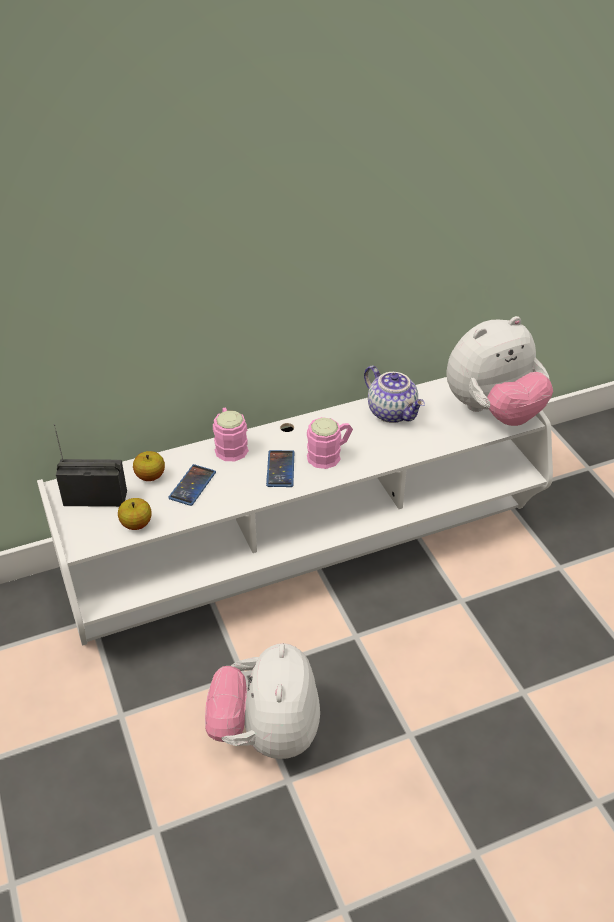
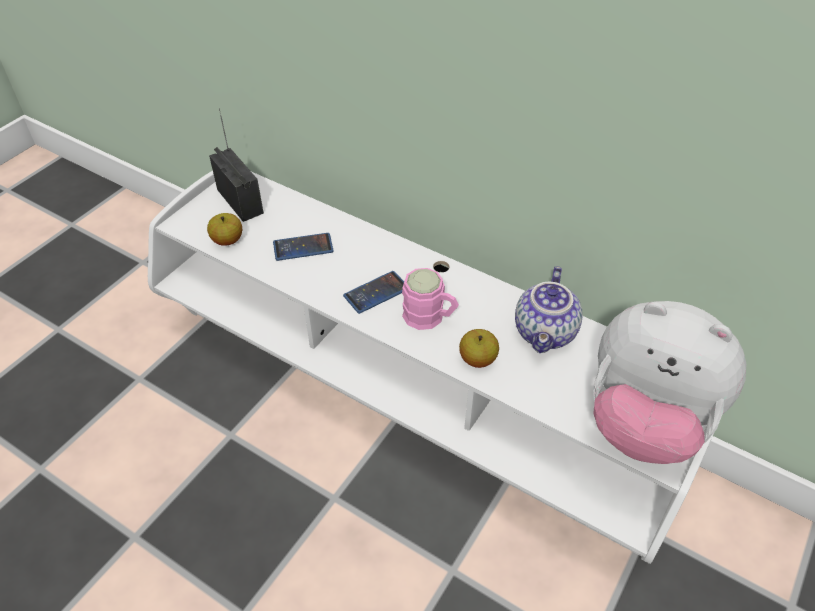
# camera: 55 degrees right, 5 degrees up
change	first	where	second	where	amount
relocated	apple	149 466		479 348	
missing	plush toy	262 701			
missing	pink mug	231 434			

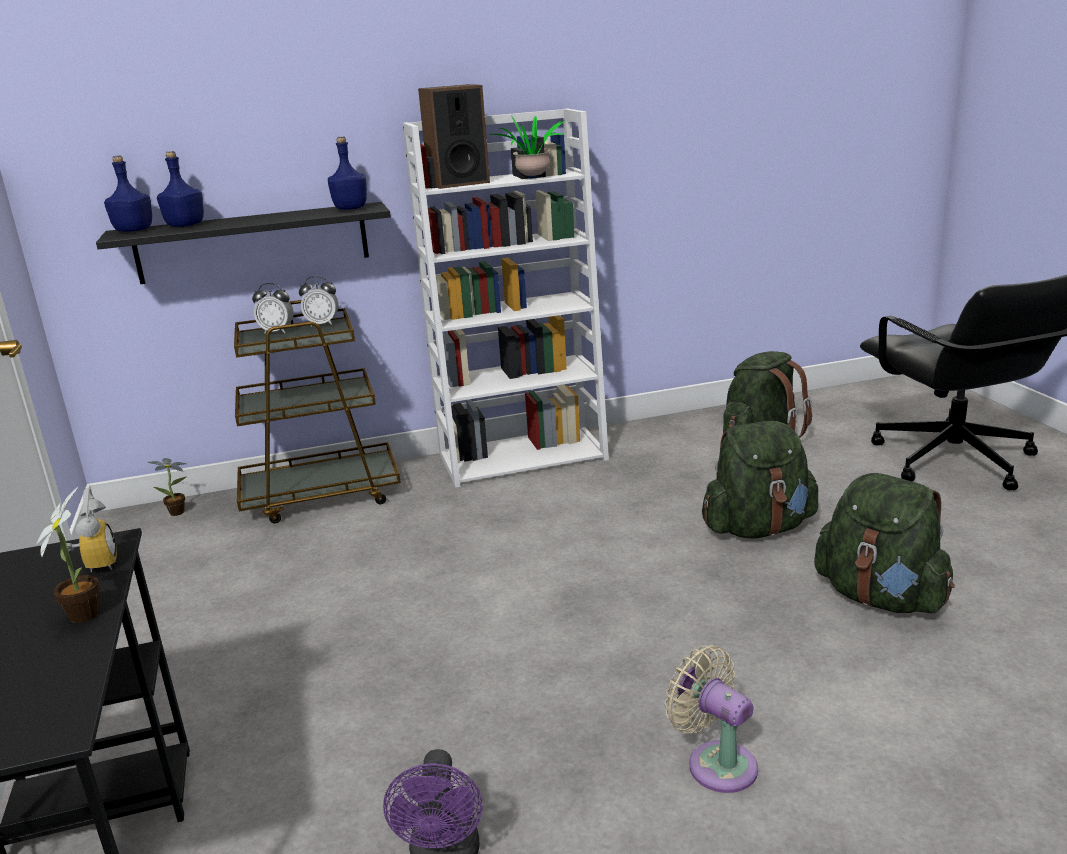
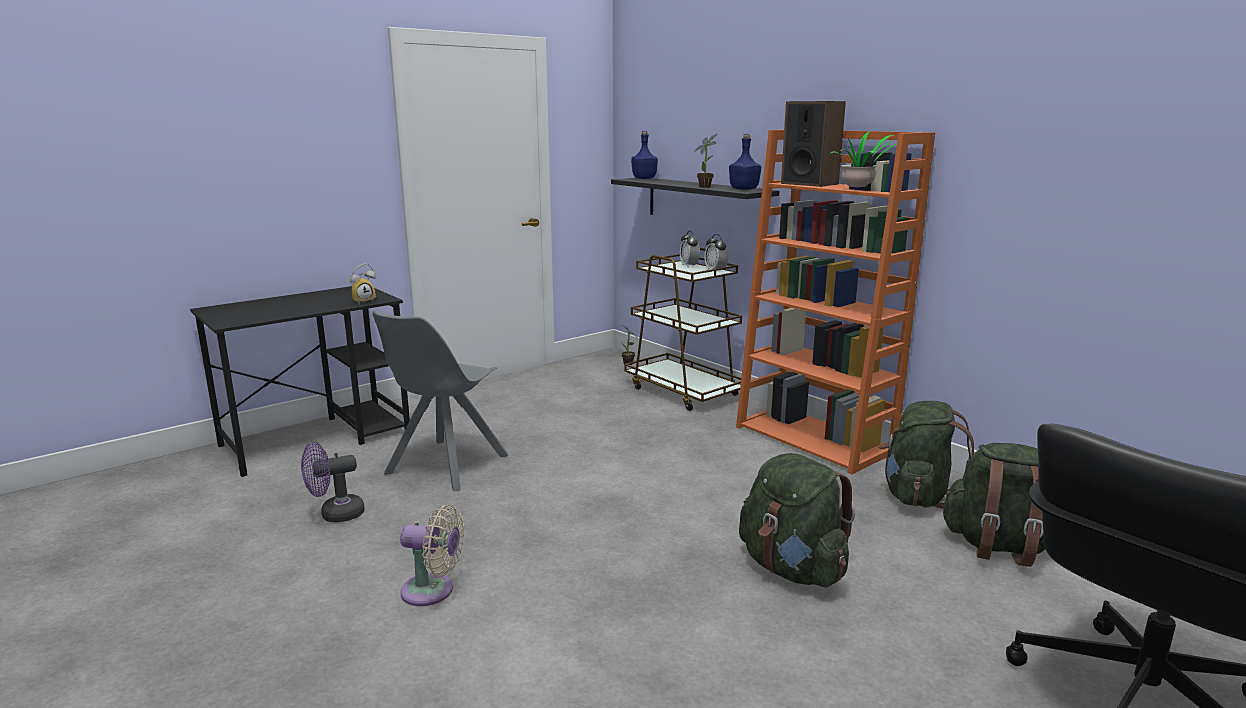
# camera: 65 degrees right, 5 degrees down
change	first	where	second	where	amount
appeared			grey chair	440 401	
spun	beige fan	711 719		432 555	75 degrees clockwise
relocated	potted plant	67 555		705 160	
colour	white bookcase	506 298	orange bookcase	835 302	
relocated	green backpack	884 543		926 454	
missing	blue bottle	180 189			

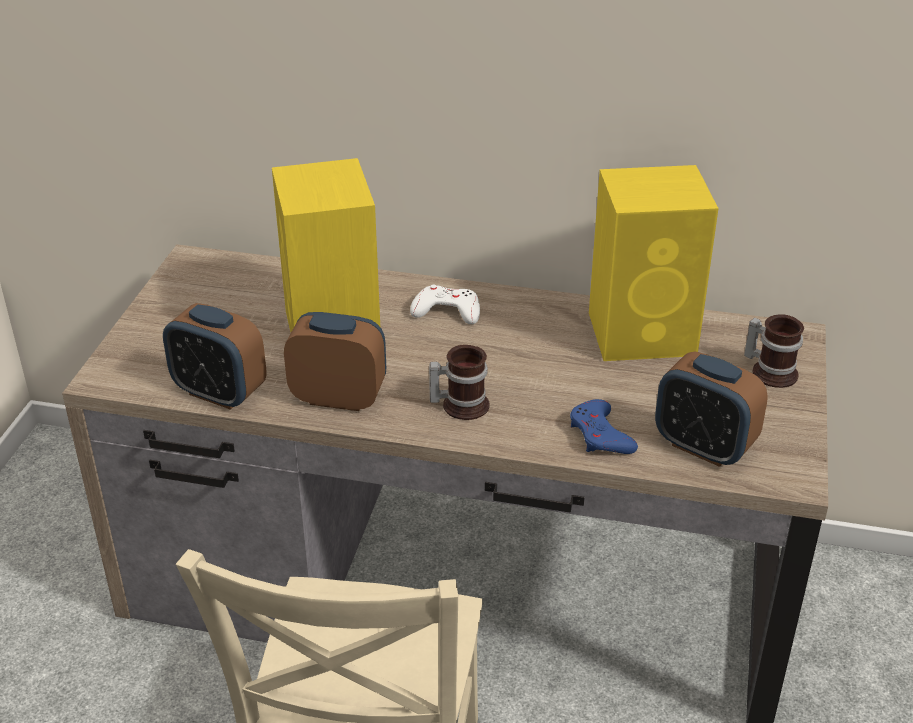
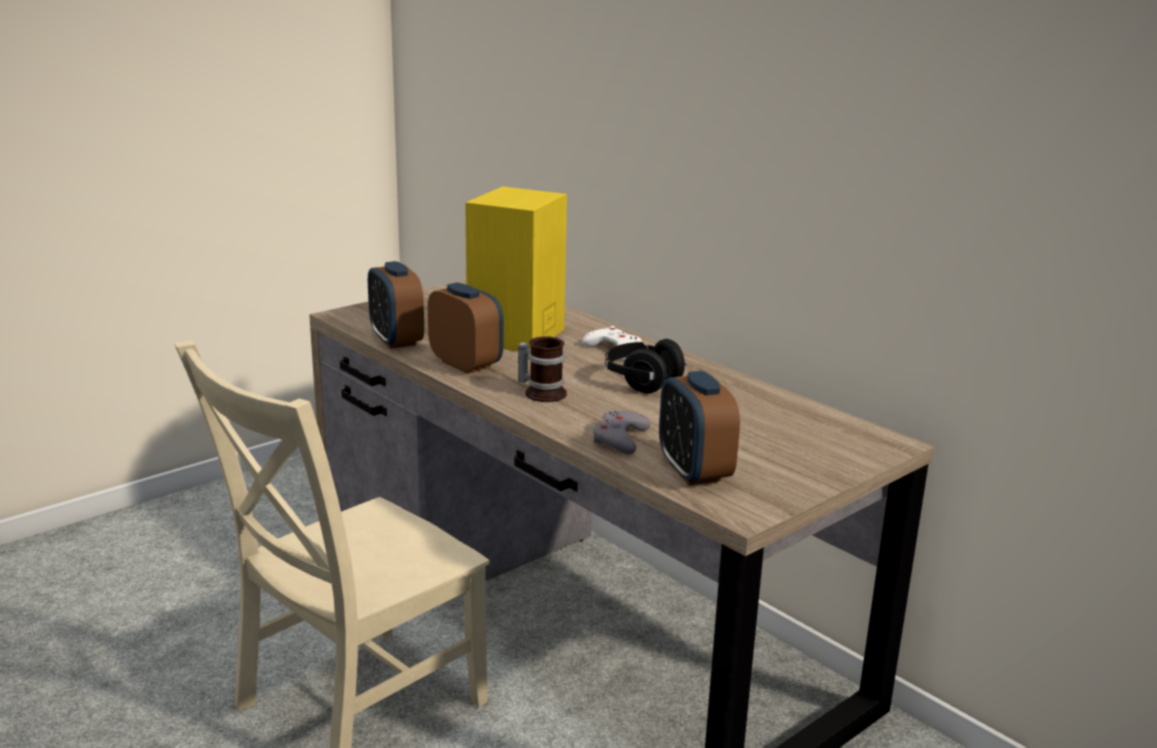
# camera: 35 degrees right, 15 degrees down
change	first	where	second	where	amount
colour	blue game controller	604 426	grey game controller	622 433	
appeared			black headphones	646 366	
missing	yellow speaker	654 263			
missing	mug	774 351			

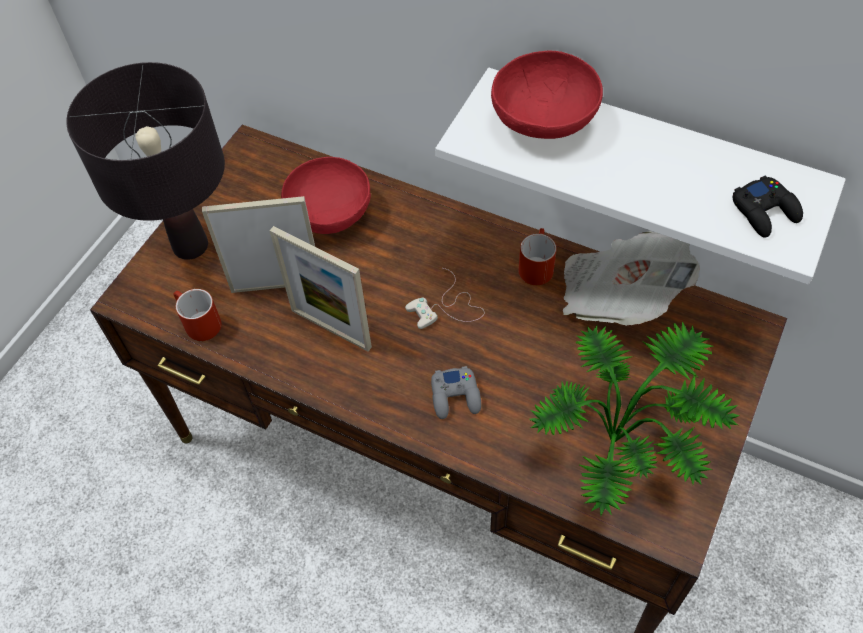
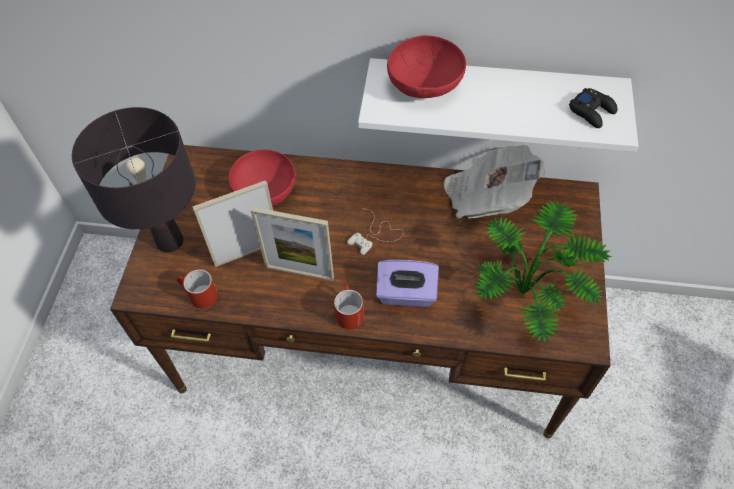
# camera: 20 degrees left, 0 degrees up
change	first	where	second	where	amount
relocated	red mug	537 256		349 306	
exchanged	grey game controller	456 392	purple tissue box	407 283	

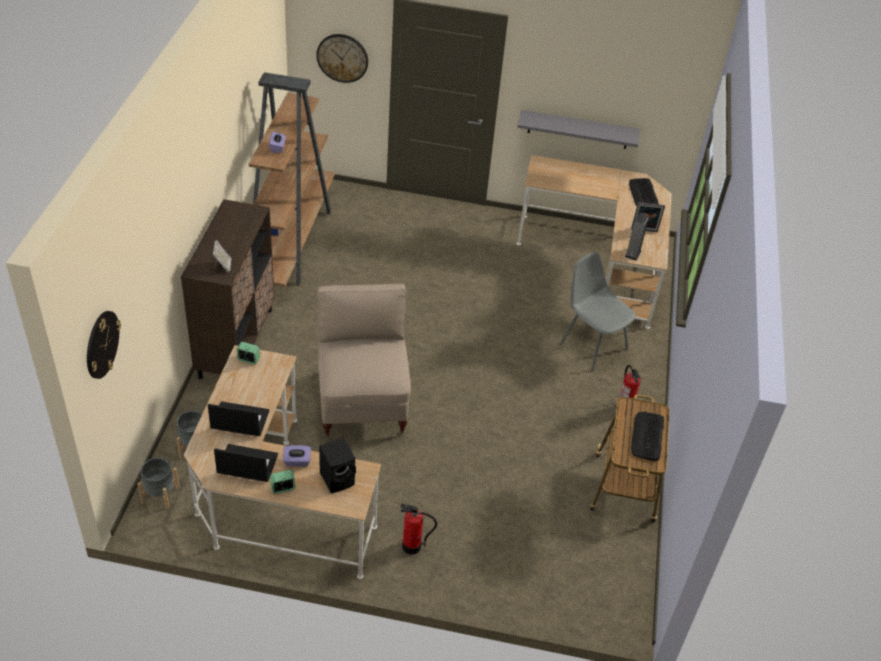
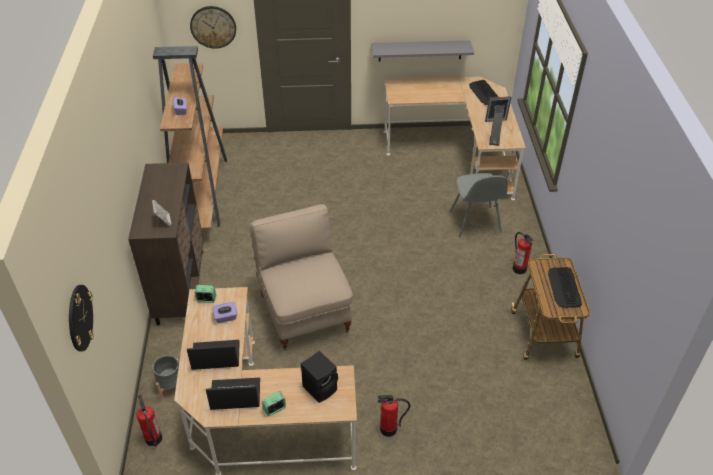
# camera: 10 degrees left, 0 degrees up
change	first	where	second	where	amount
exchanged	grey planter	159 484	fire extinguisher	149 421	
relocated	purple tissue box	297 456		224 312	
spun	grey chair	598 311		479 205	135 degrees counterclockwise

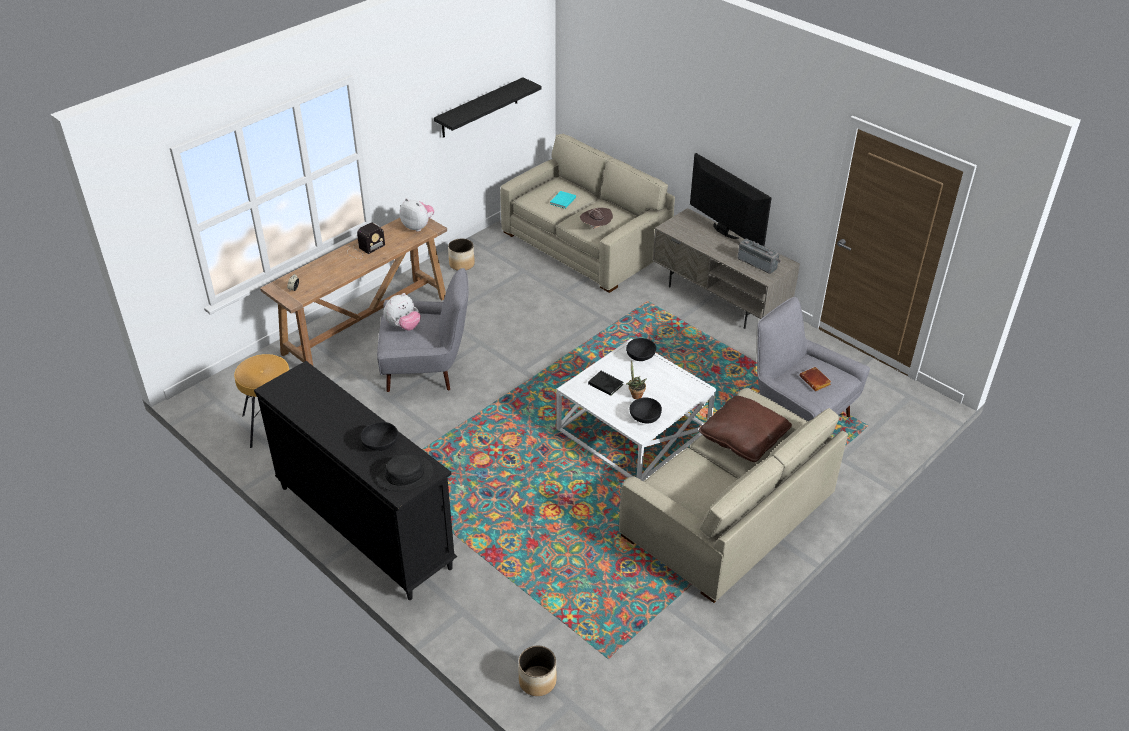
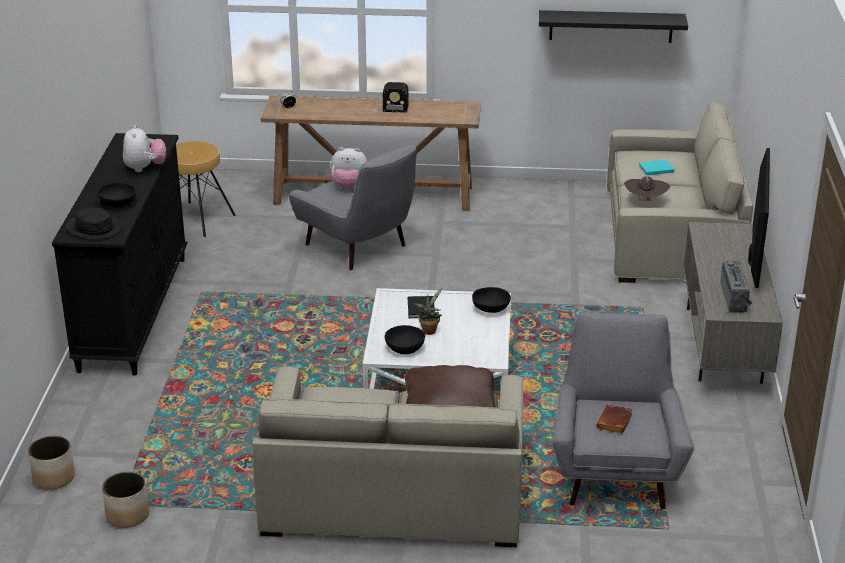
# camera: 50 degrees right, 10 degrees down
change	first	where	second	where	amount
relocated	planter	461 255		125 500	
relocated	plush toy	417 215		144 148	

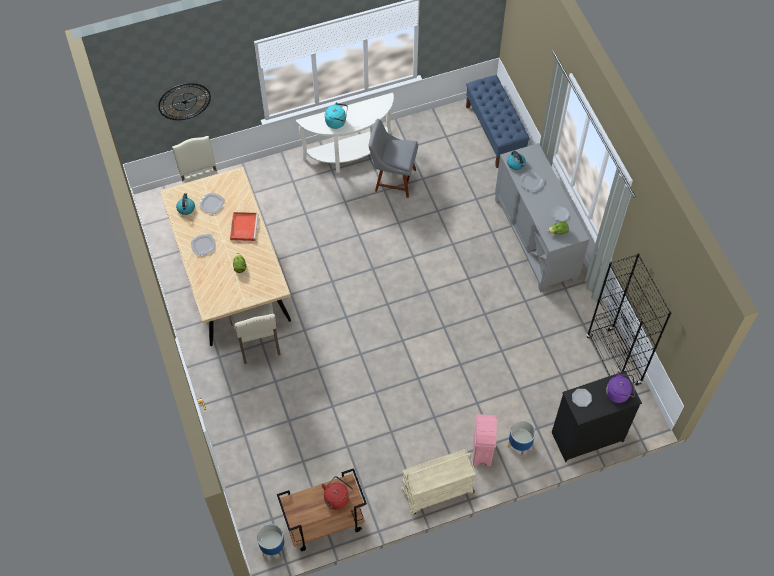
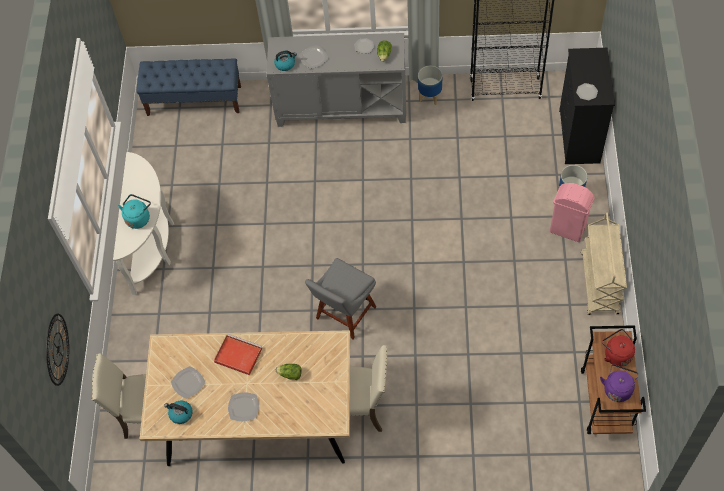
# camera: 65 degrees left, 0 degrees up
change	first	where	second	where	amount
relocated	grey chair	393 158		341 298	
relocated	planter	271 540		430 85	
relocated	purple kettle	620 387		619 383	

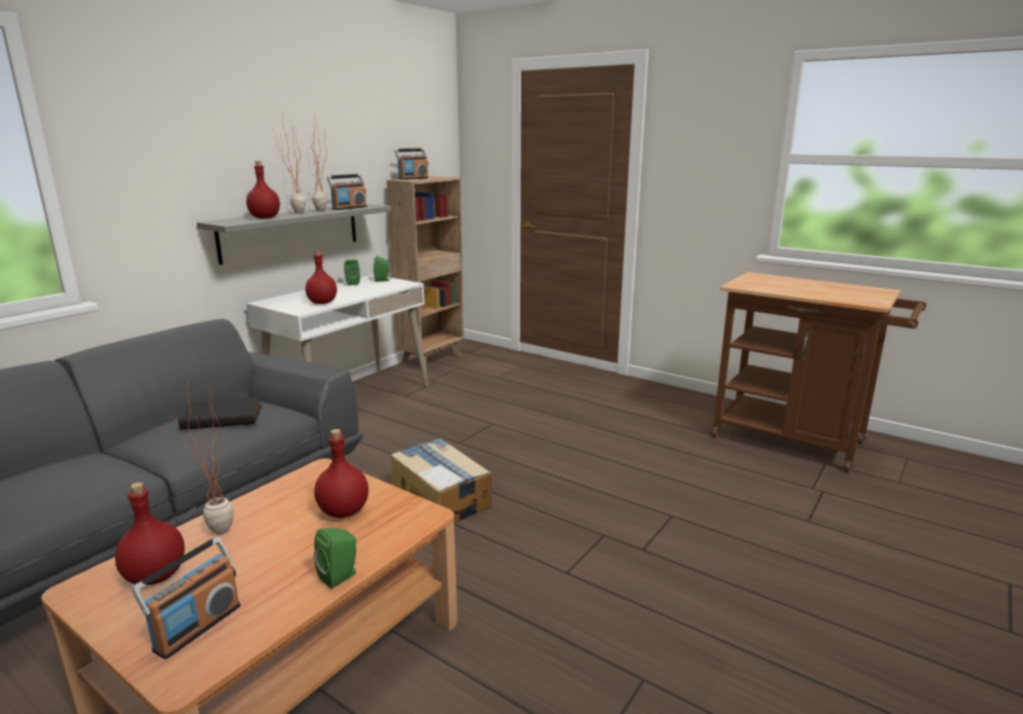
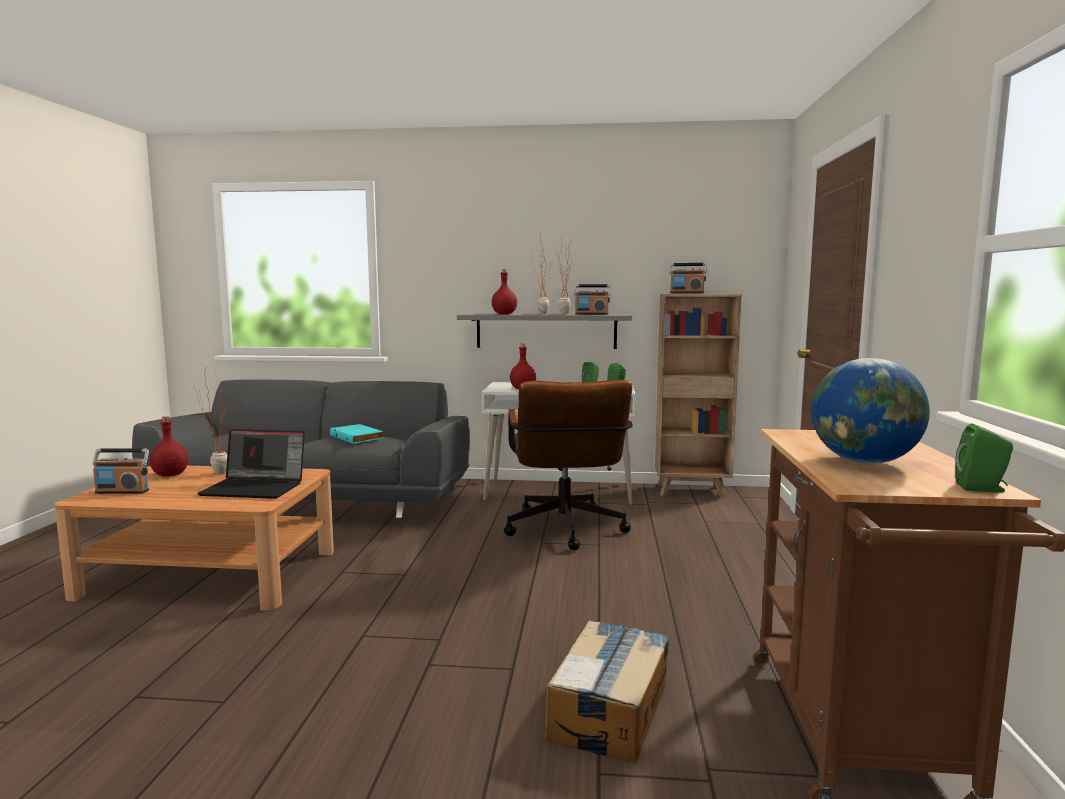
# camera: 60 degrees right, 10 degrees down
change	first	where	second	where	amount
exchanged	red bottle	341 473	laptop	251 464	
colour	black book	220 413	turquoise book	356 434	
appeared			brown office chair	568 465	
relocated	cardboard box	441 480		607 691	
appeared			globe	870 411	
relocated	green speaker	335 558		984 457	

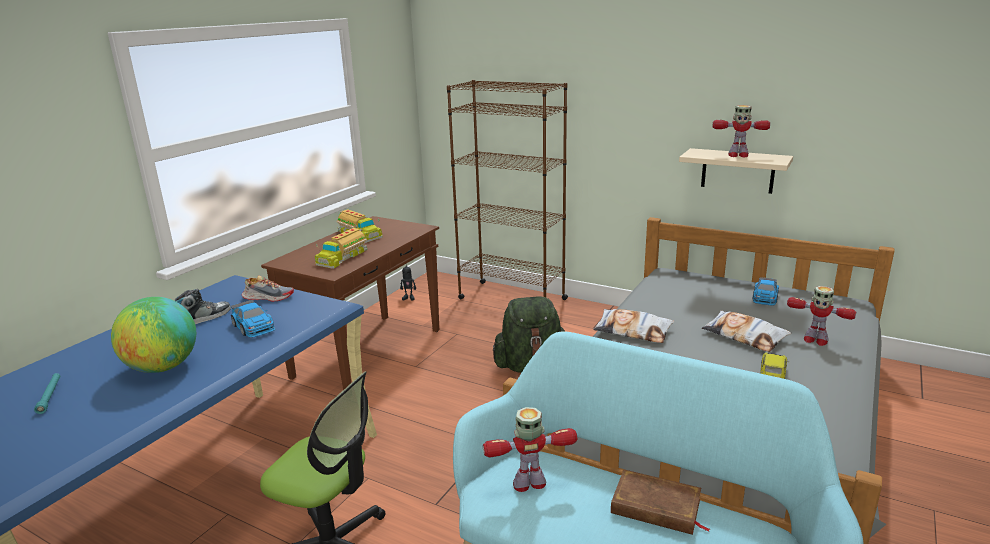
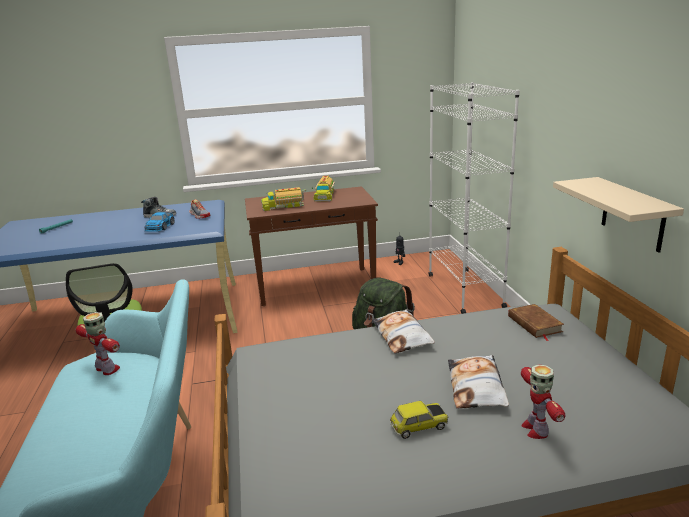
# camera: 50 degrees right, 0 degrees up
change	first	where	second	where	amount
colour	brown bookcase	507 190	white bookcase	474 198	
relocated	brown book	660 502		536 322	
missing	globe	153 335			
missing	toy robot	741 131			
missing	toy car	765 291			

